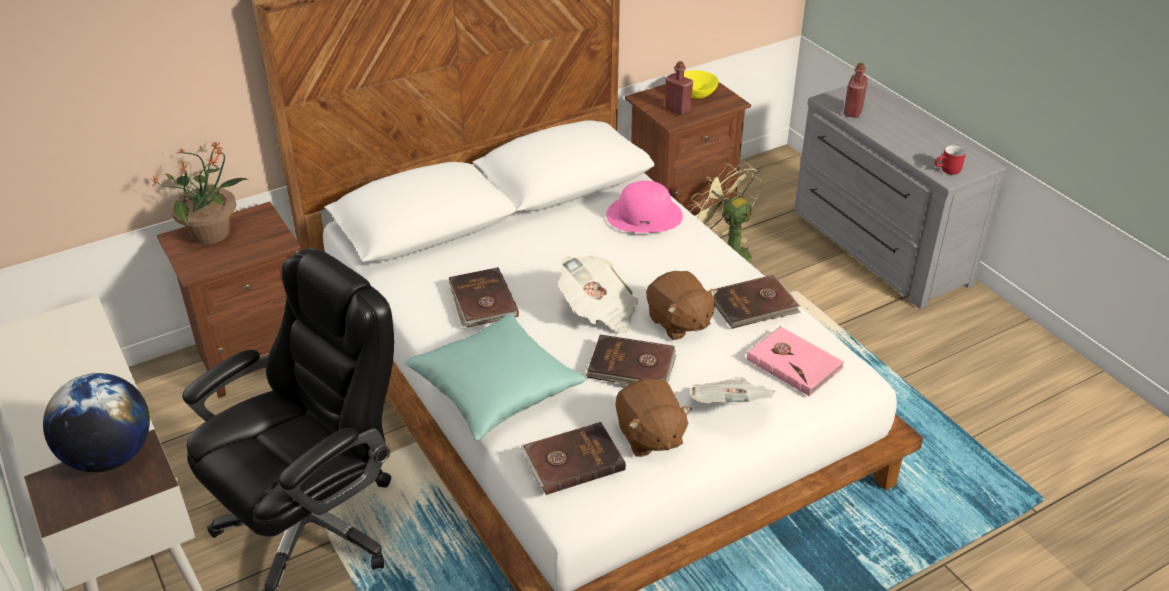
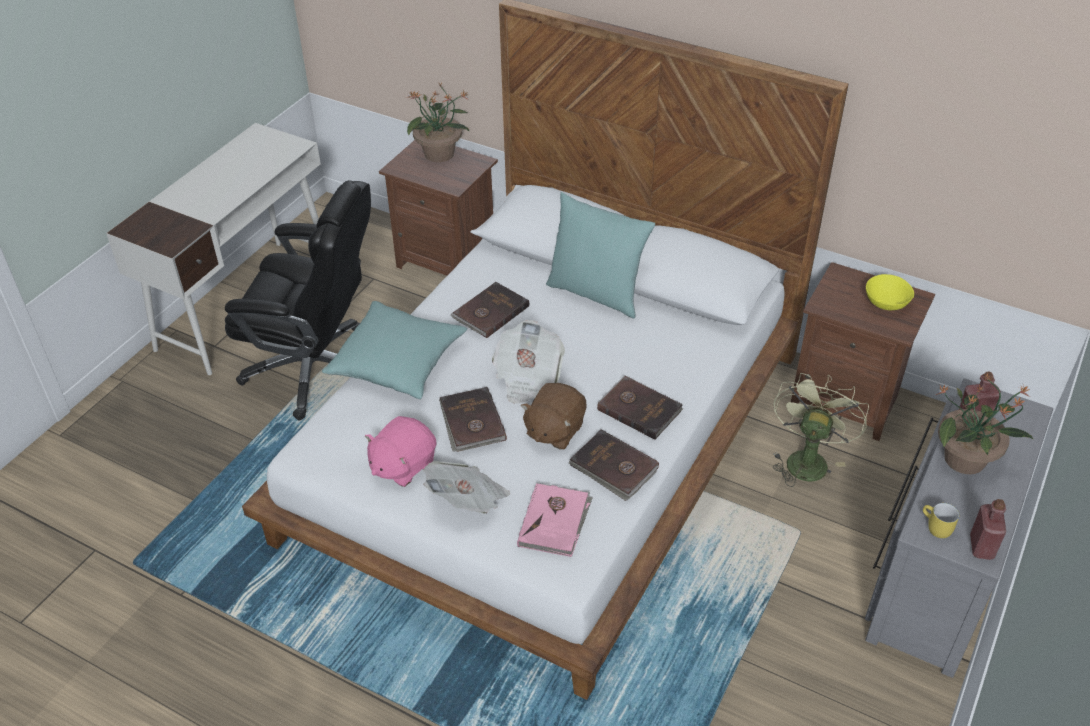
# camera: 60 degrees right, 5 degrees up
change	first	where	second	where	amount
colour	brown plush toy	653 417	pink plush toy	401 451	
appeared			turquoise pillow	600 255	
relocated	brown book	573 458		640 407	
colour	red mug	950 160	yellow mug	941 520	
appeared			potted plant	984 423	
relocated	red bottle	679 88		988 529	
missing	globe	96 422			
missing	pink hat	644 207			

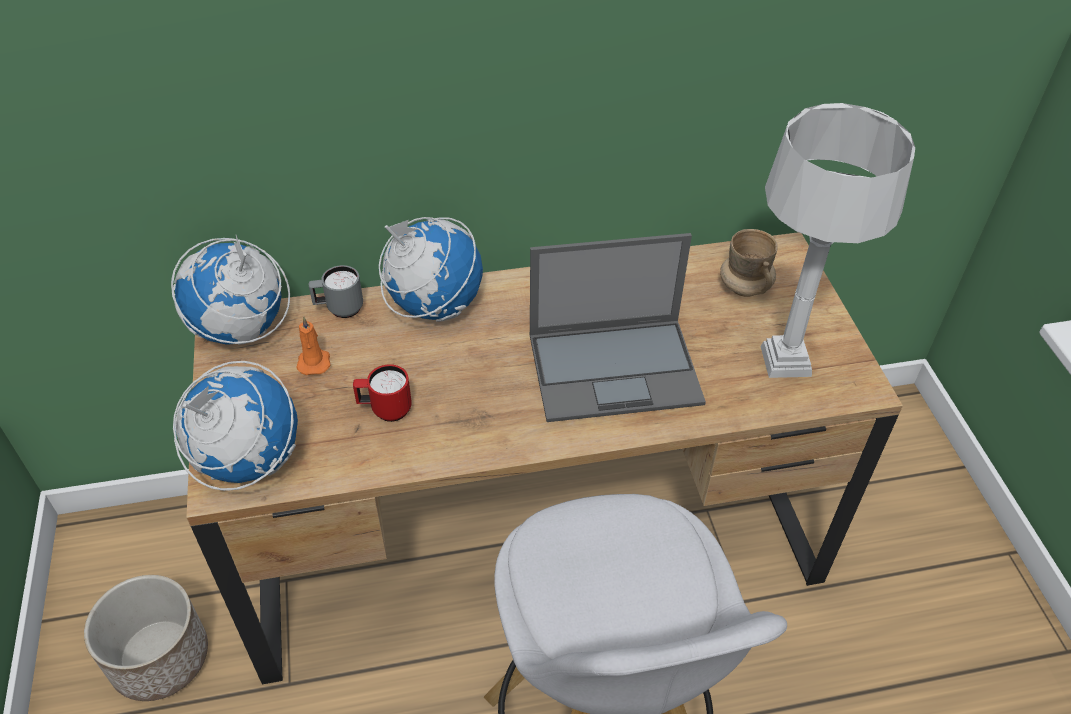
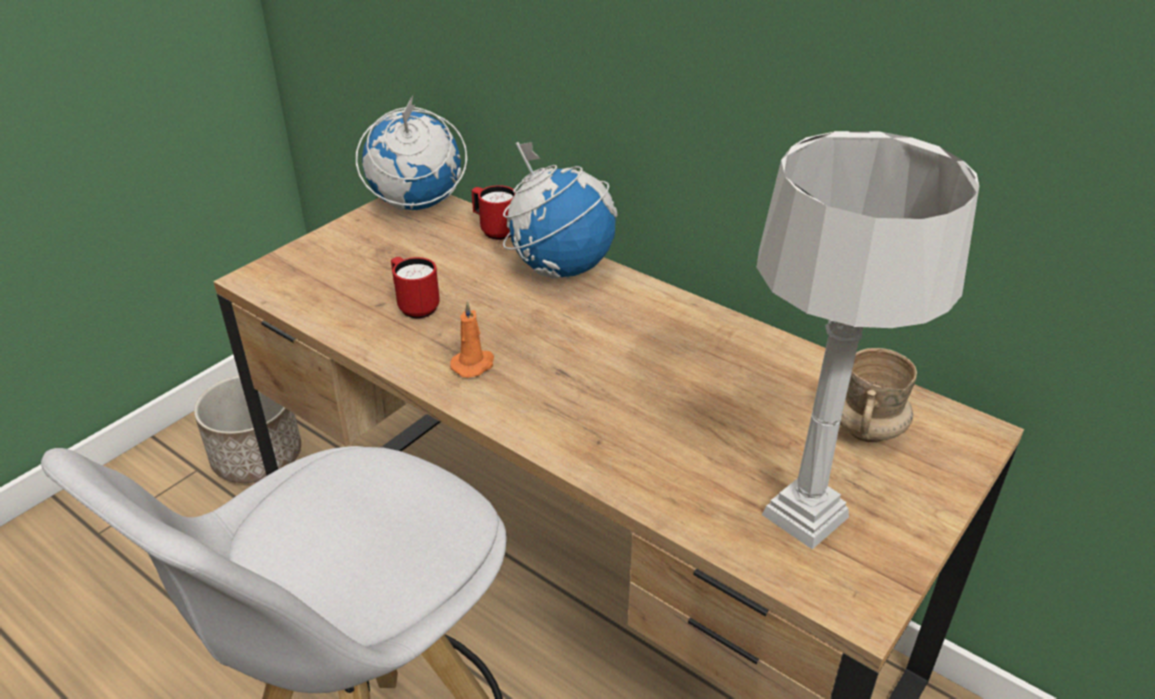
# camera: 50 degrees right, 10 degrees down
change	first	where	second	where	amount
relocated	orange candle	313 345		472 339	
colour	grey mug	335 291	red mug	494 212	
missing	globe	235 426			
missing	laptop	618 327			

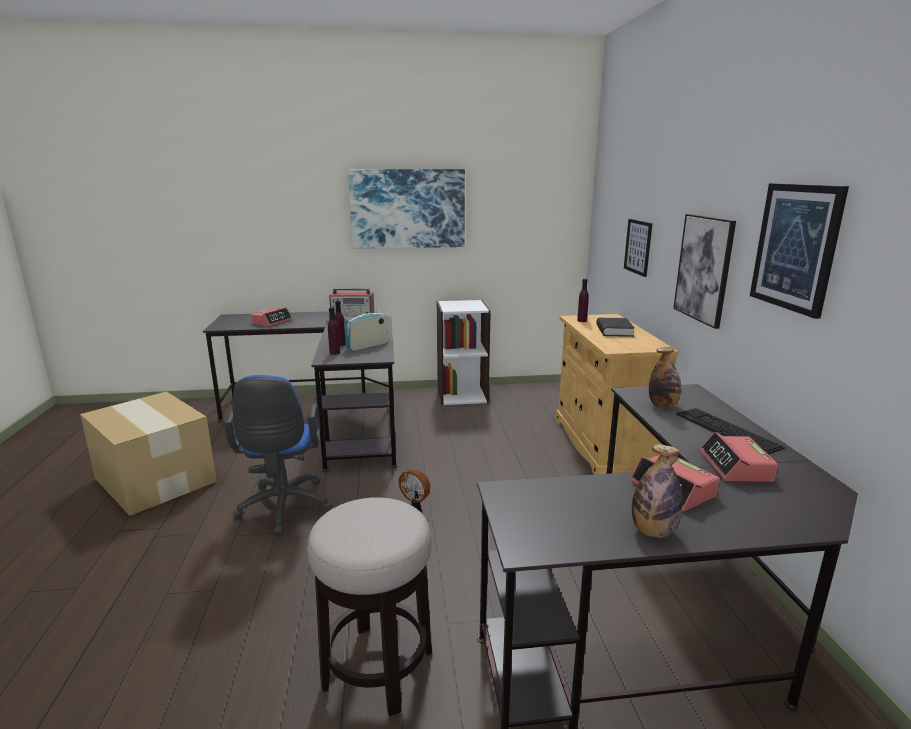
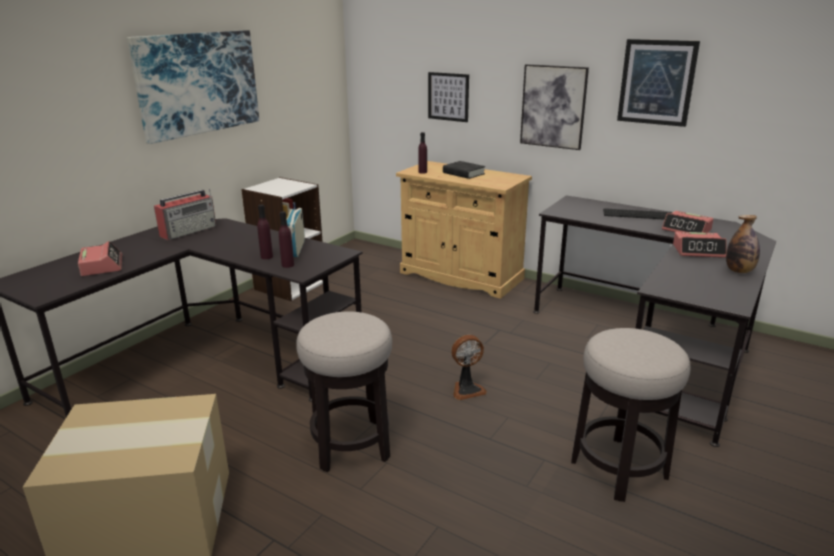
# camera: 50 degrees left, 5 degrees up
change	first	where	second	where	amount
exchanged	blue office chair	278 454	stool	344 391	
missing	bottle	665 377			

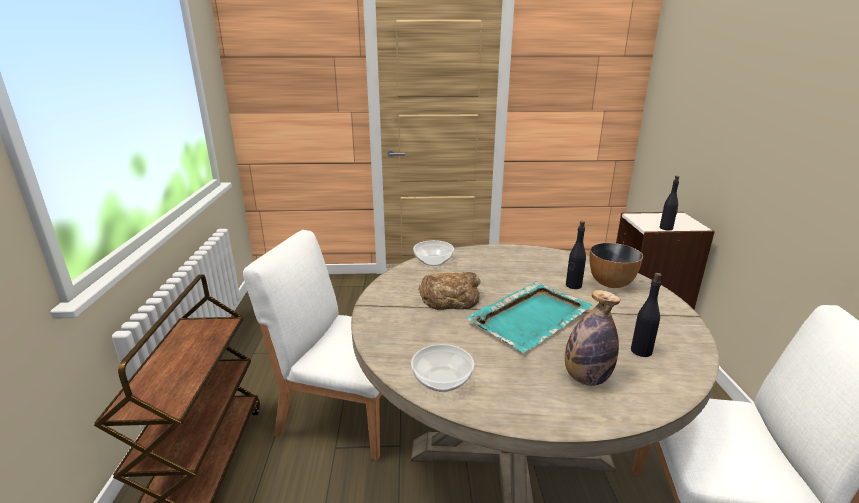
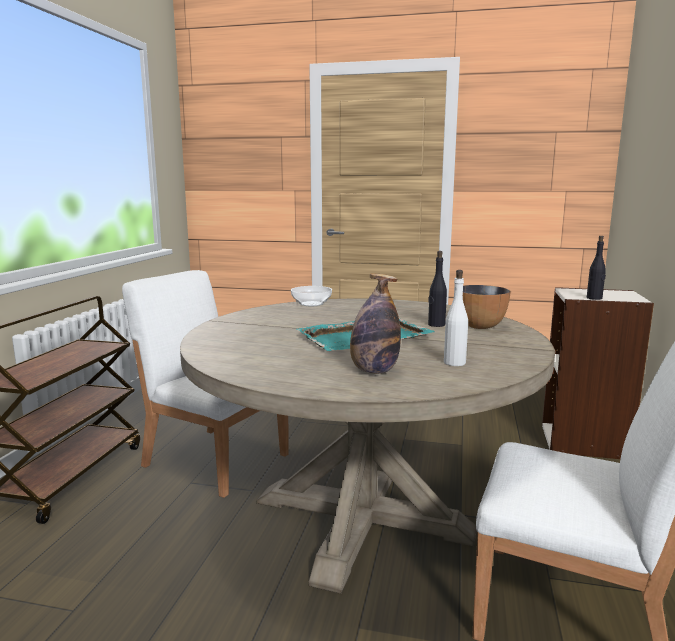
# camera: 15 degrees right, 10 degrees down
change	first	where	second	where	amount
colour	black bottle	646 315	white bottle	456 318	
missing	bowl	442 368			
missing	bread	449 291			

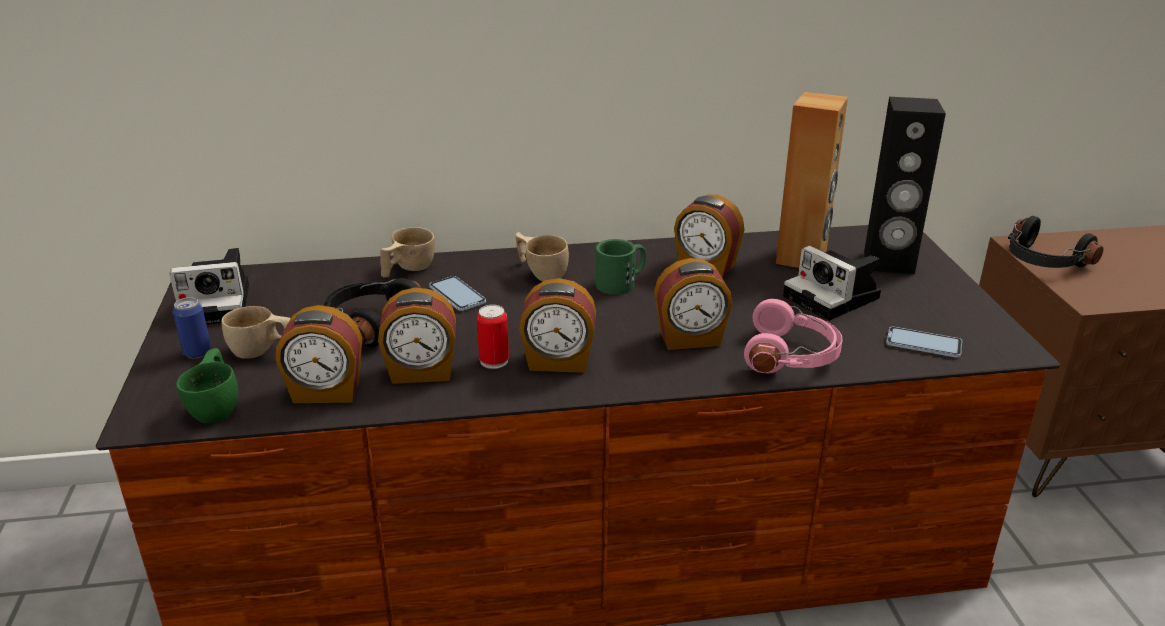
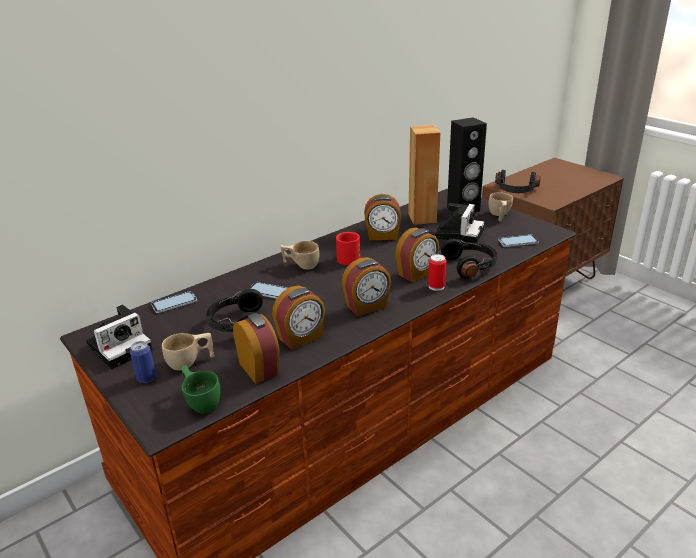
# camera: 30 degrees left, 0 degrees up
change	first	where	second	where	amount
appeared			phone	174 302	
spun	alarm clock	319 354		256 348	90 degrees counterclockwise
colour	green mug	621 267	red mug	348 248	
relocated	can	493 337		437 272	
spun	photo camera	832 283		459 223	90 degrees counterclockwise
colour	pink headphones	793 336	black headphones	469 258	
relocated	beige cup	407 252		501 206	

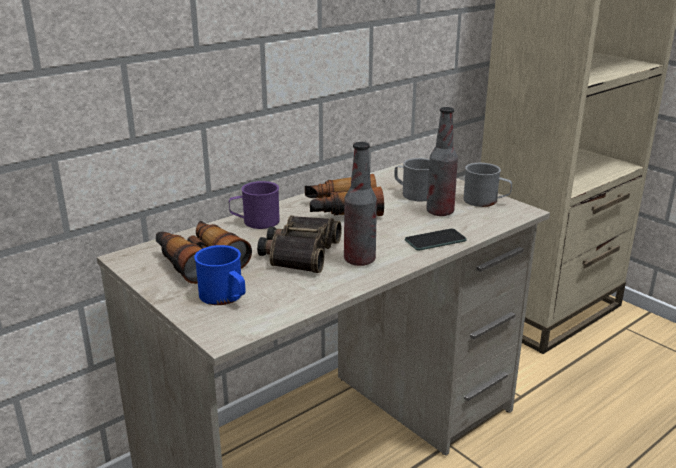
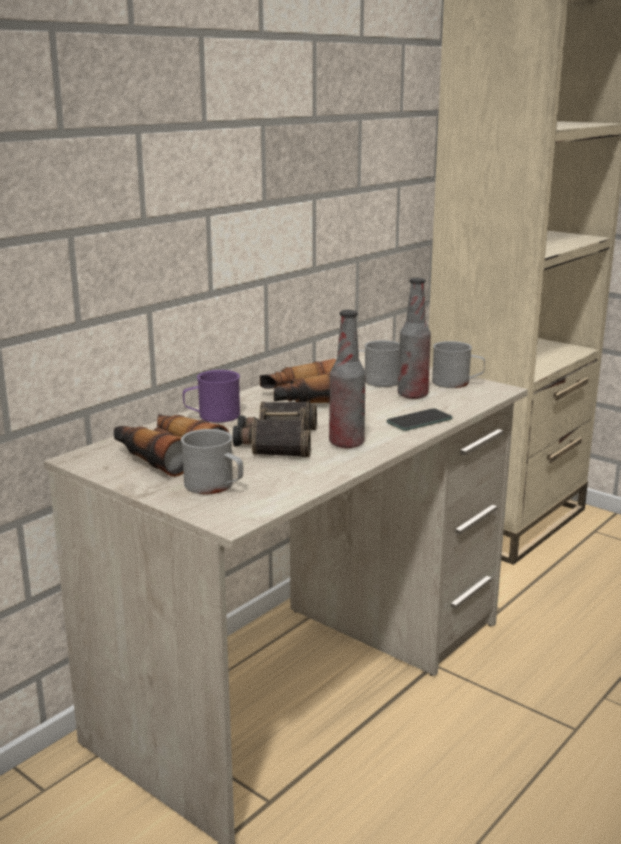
# camera: 10 degrees left, 5 degrees down
change	first	where	second	where	amount
colour	blue mug	220 275	grey mug	212 461	

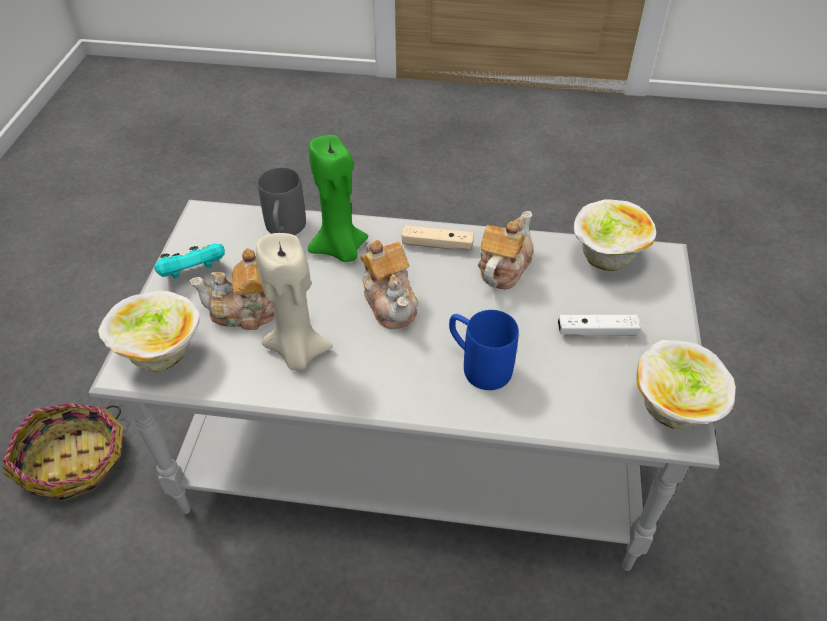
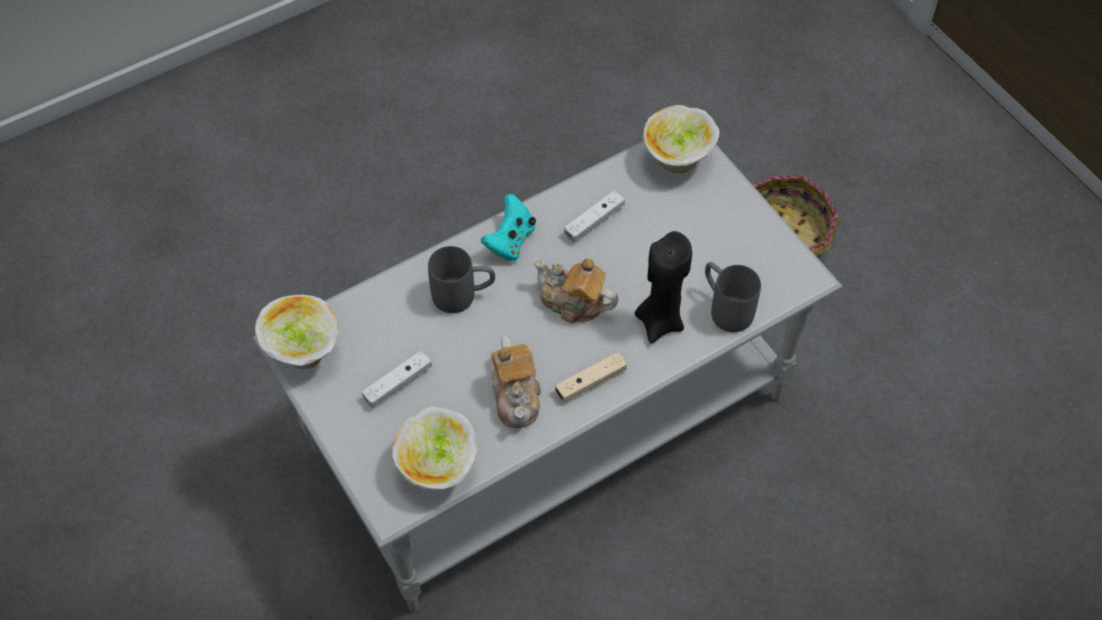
# camera: 140 degrees right, 10 degrees up
change	first	where	second	where	amount
colour	blue mug	484 350	grey mug	461 279	
relocated	turquoise game controller	189 261		508 228	
exchanged	beige candle	294 302	white game controller	594 217	
colour	green candle	338 198	black candle	663 287	
missing	teapot	232 289			

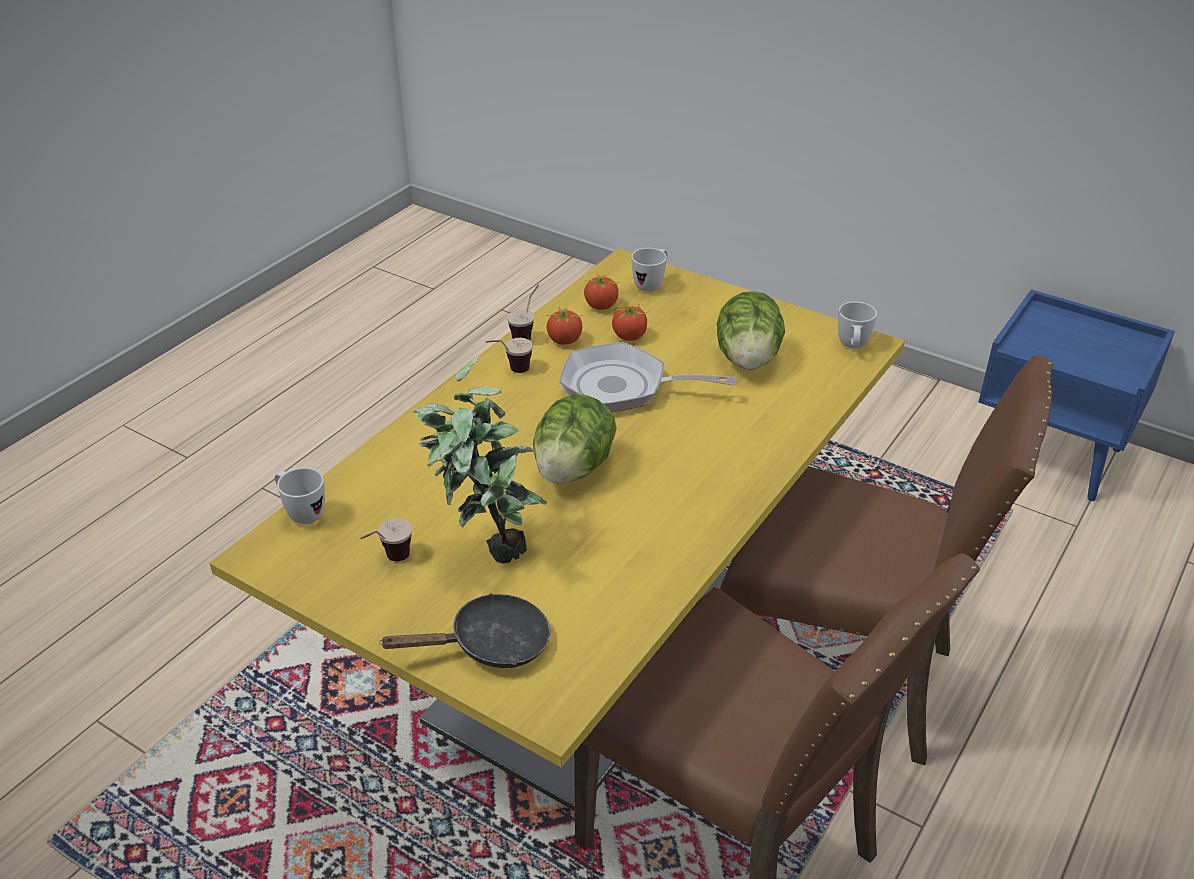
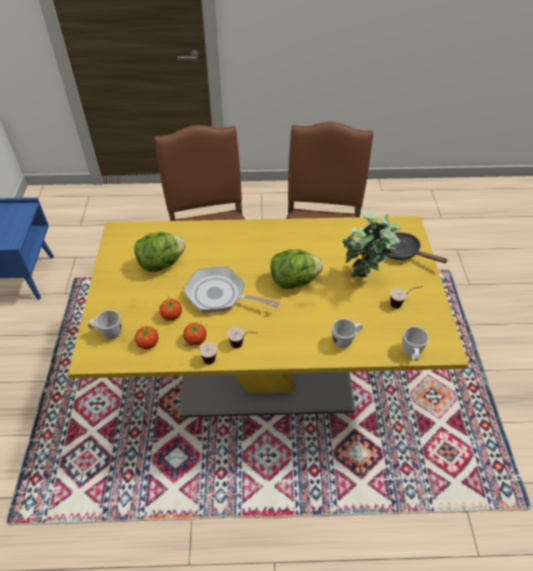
# camera: 125 degrees left, 10 degrees up
change	first	where	second	where	amount
spun	frying pan	647 377		231 289	135 degrees clockwise
relocated	white mug	857 325		347 333	

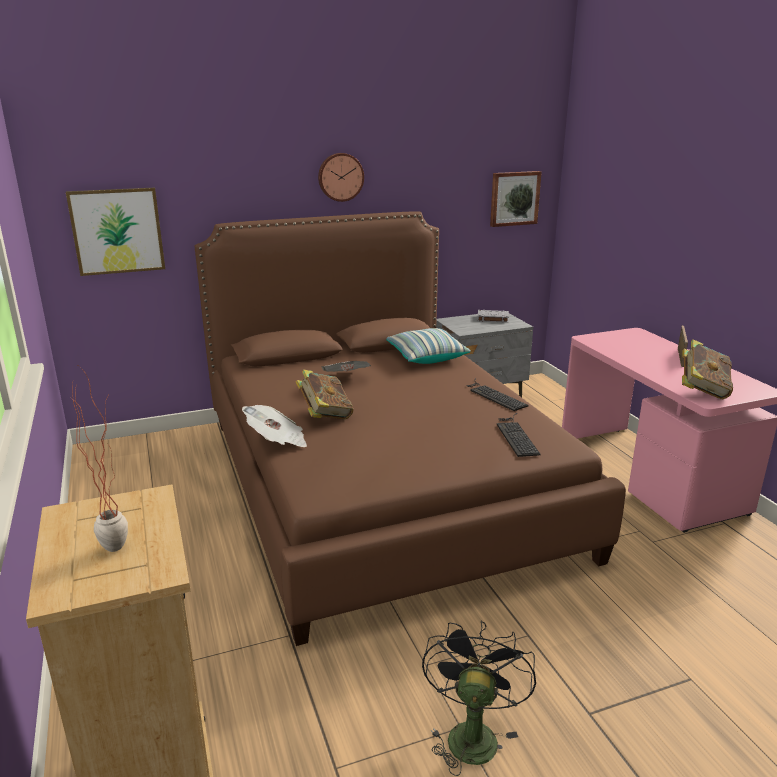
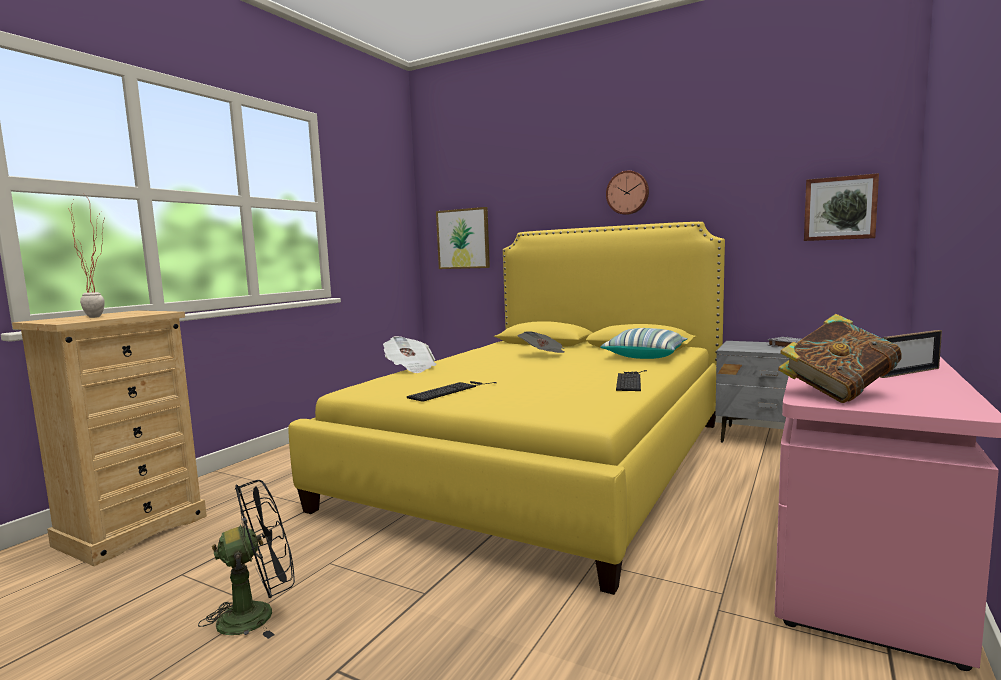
# camera: 50 degrees right, 15 degrees down
change	first	where	second	where	amount
colour	brown bed	410 428	yellow bed	506 408	
relocated	keyboard	519 435		452 391	
missing	book	324 394			

